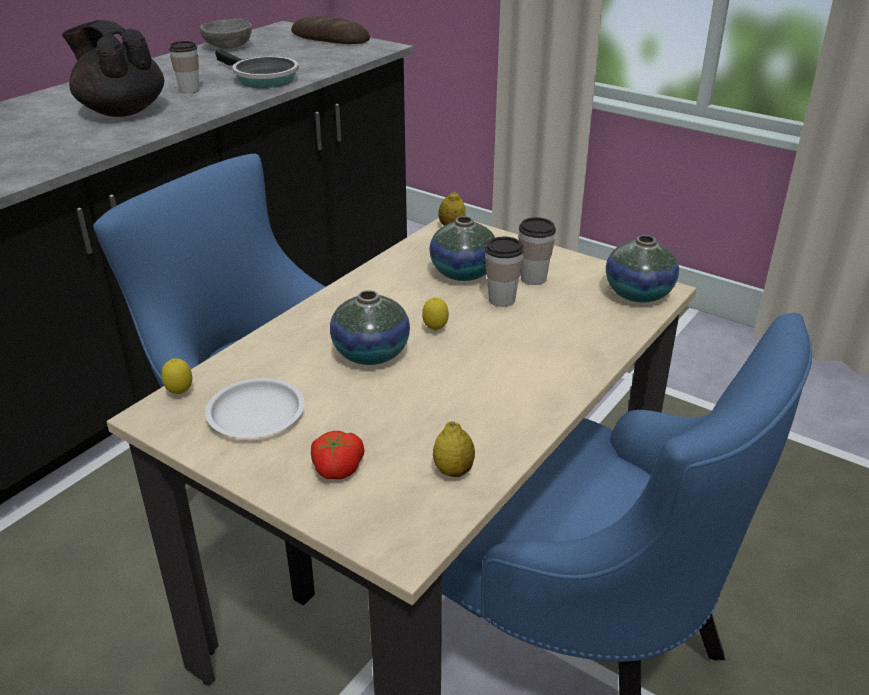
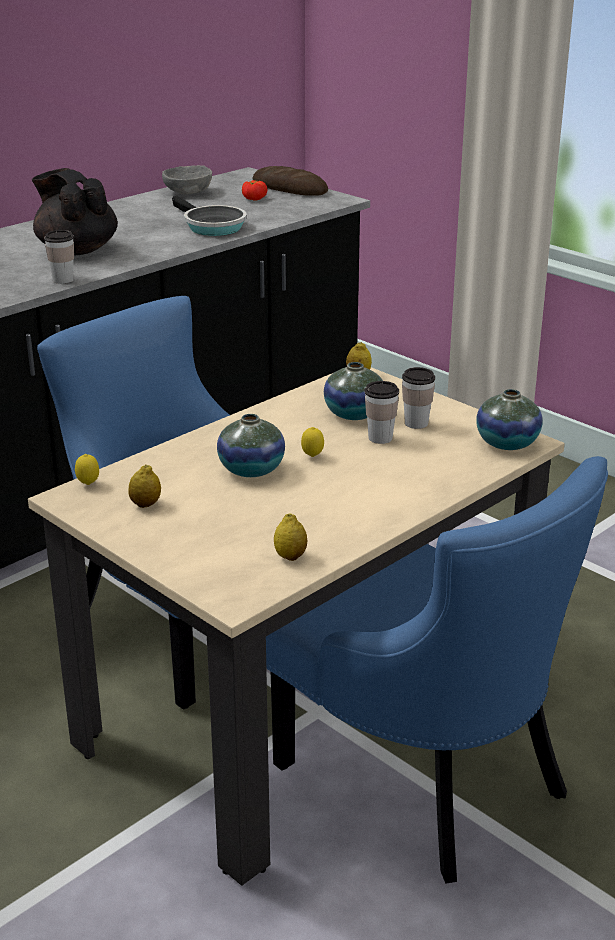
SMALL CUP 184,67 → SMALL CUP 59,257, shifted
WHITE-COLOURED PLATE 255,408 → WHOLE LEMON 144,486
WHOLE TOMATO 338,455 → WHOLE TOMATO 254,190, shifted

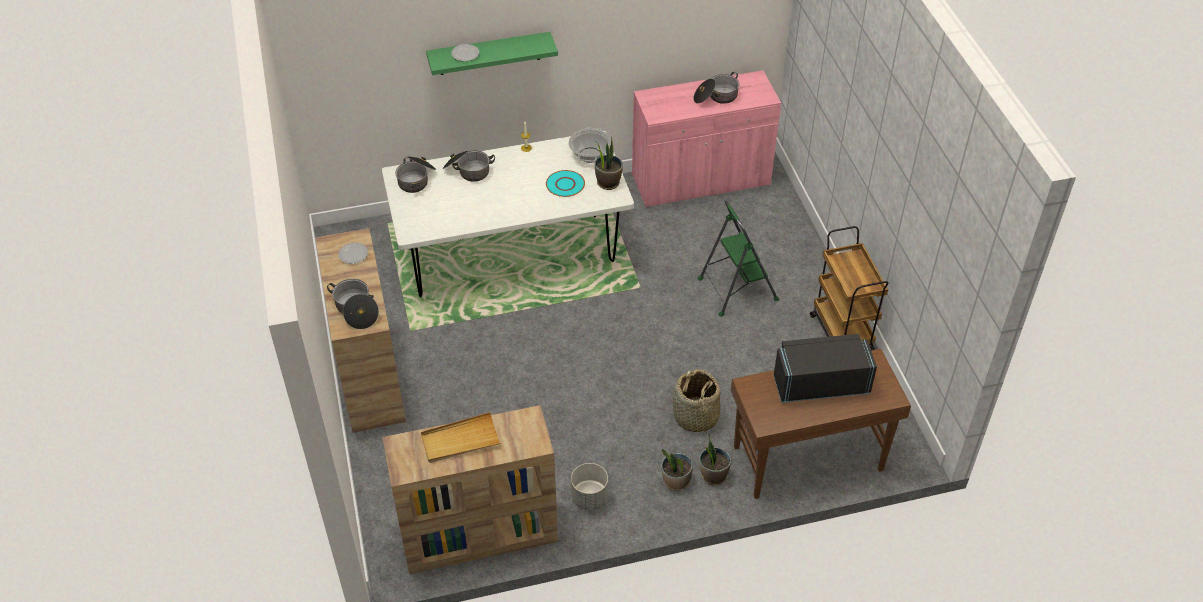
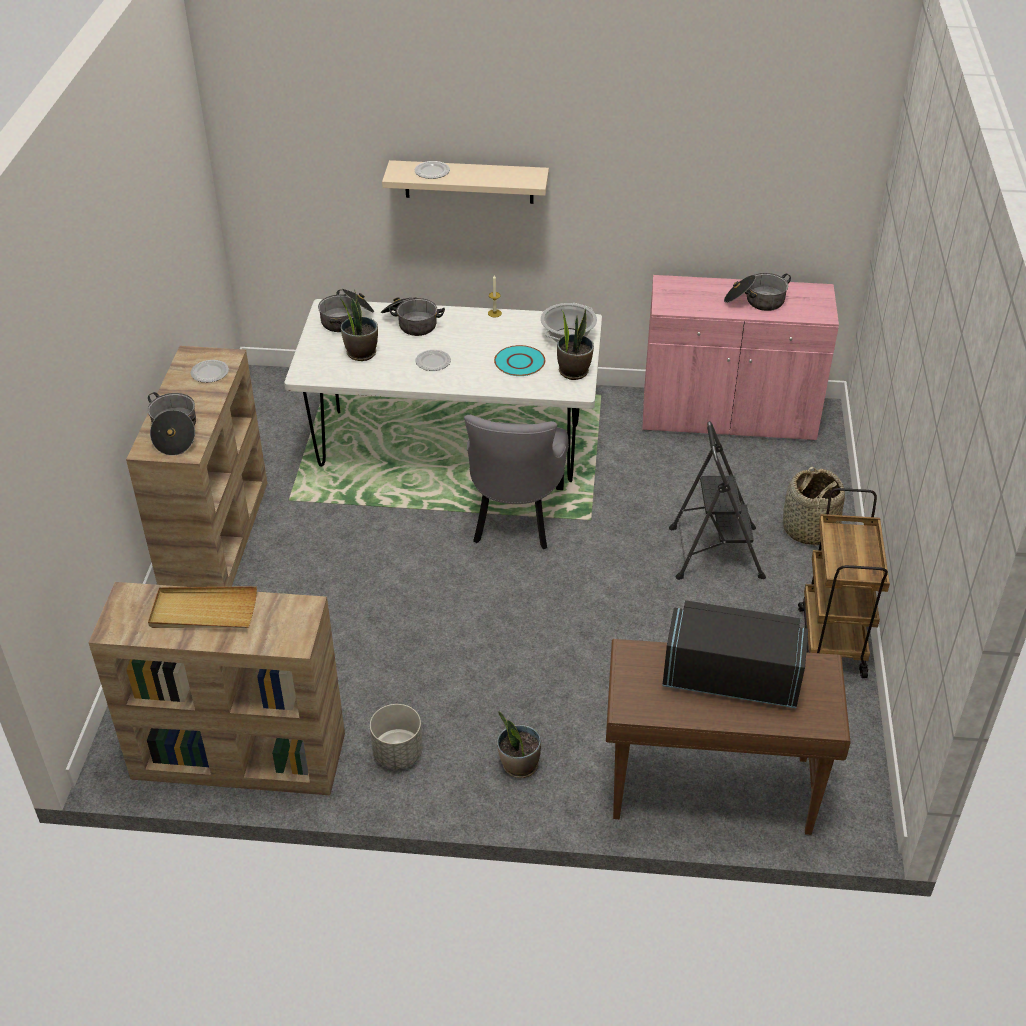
GREENISH BRACKET SHELF 492,53 → BEIGE-COLOURED BRACKET SHELF 465,182
GREENISH STEPLADDER 738,259 → BLACK-COLOURED STEPLADDER 717,500
STORAGE BASKET 696,401 → STORAGE BASKET 814,507, shifted
HOUSEPLANT 715,459 → HOUSEPLANT 358,325, shifted
- → PLATE 433,360
- → GREYISH CHAIR 516,482

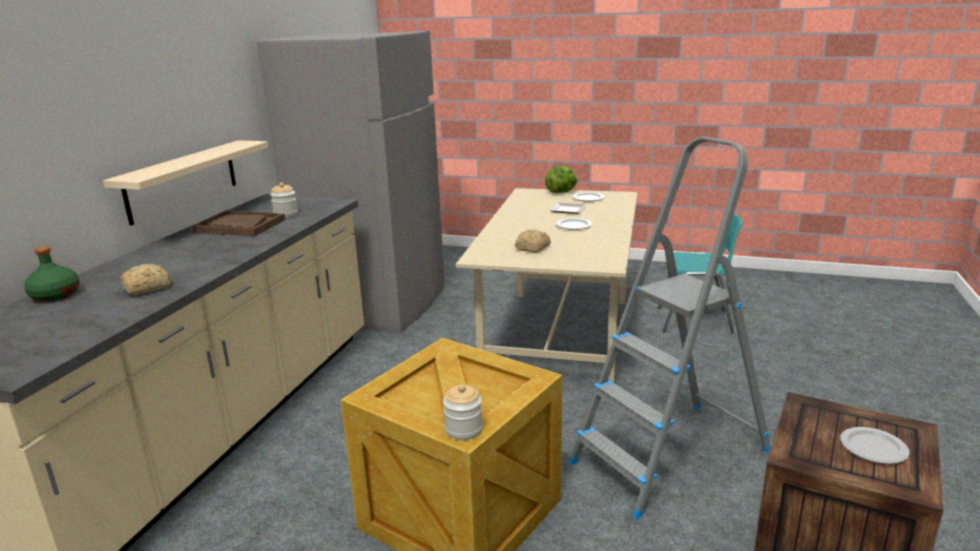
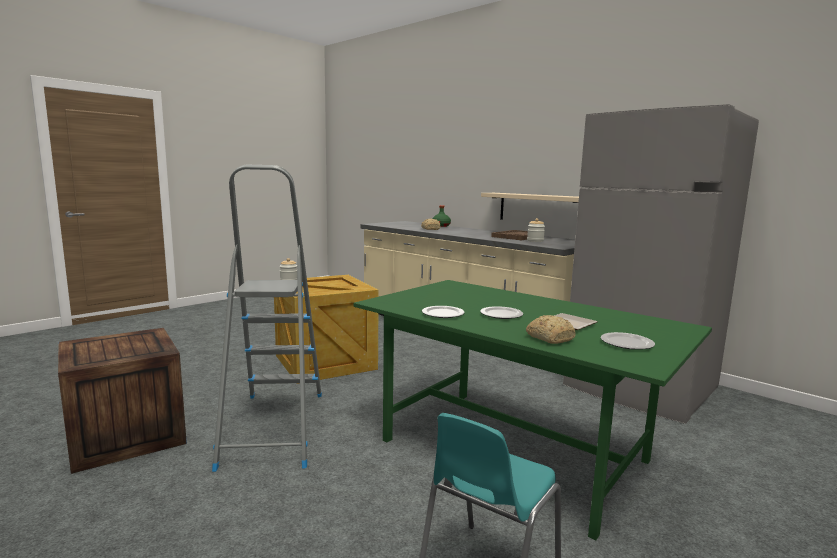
LETTUCE 561,179 → -
BEIGE-COLOURED KITCHEN TABLE 547,285 → GREENISH KITCHEN TABLE 533,410
BREAD 533,241 → BREAD 551,329, shifted
PLATE 875,445 → PLATE 443,312, shifted

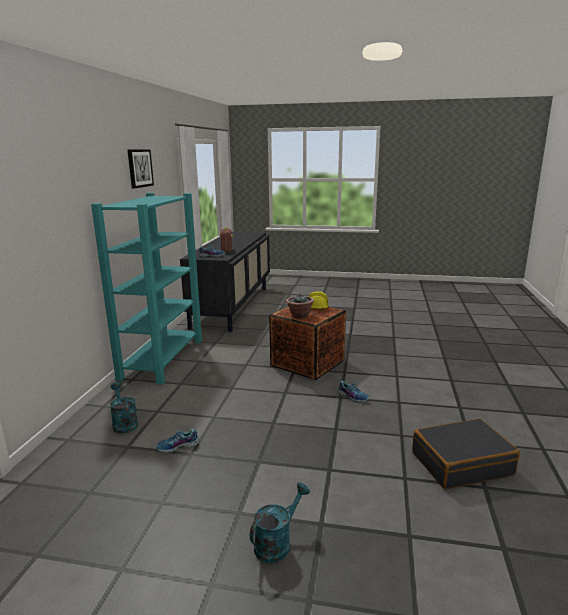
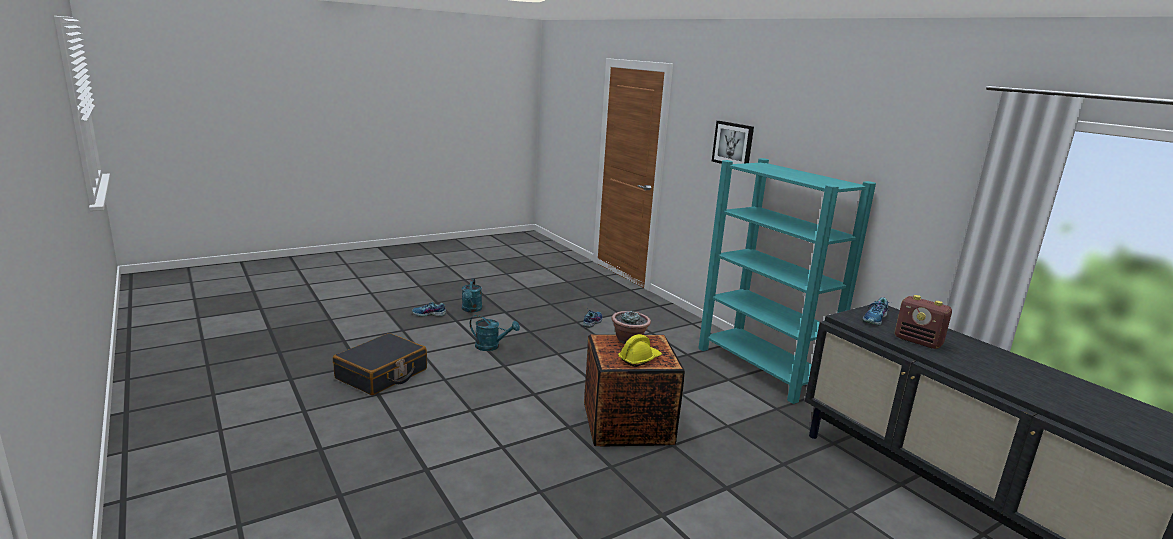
WALL ART 141,169 → WALL ART 733,142, shifted
ITEM OF FOOTWEAR 353,392 → ITEM OF FOOTWEAR 429,309, shifted
BLUE-GREEN SPRINKLING CAN 124,407 → BLUE-GREEN SPRINKLING CAN 495,333, shifted

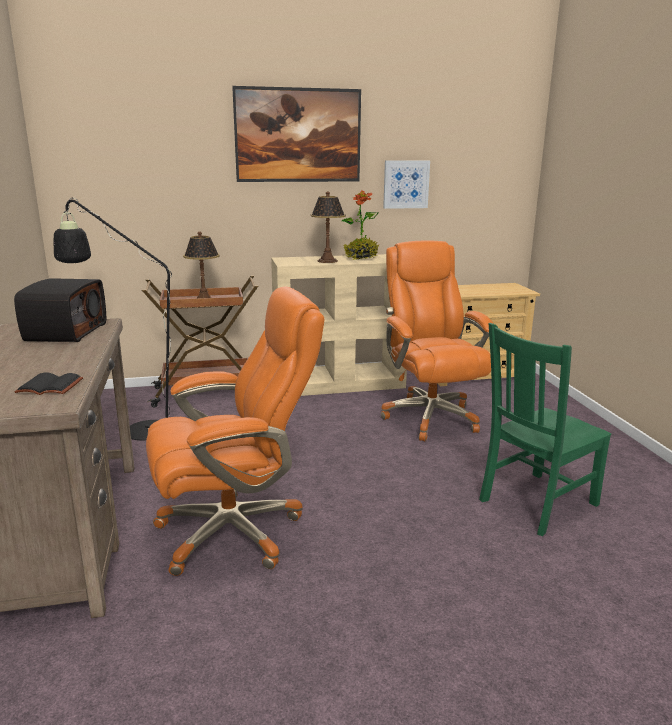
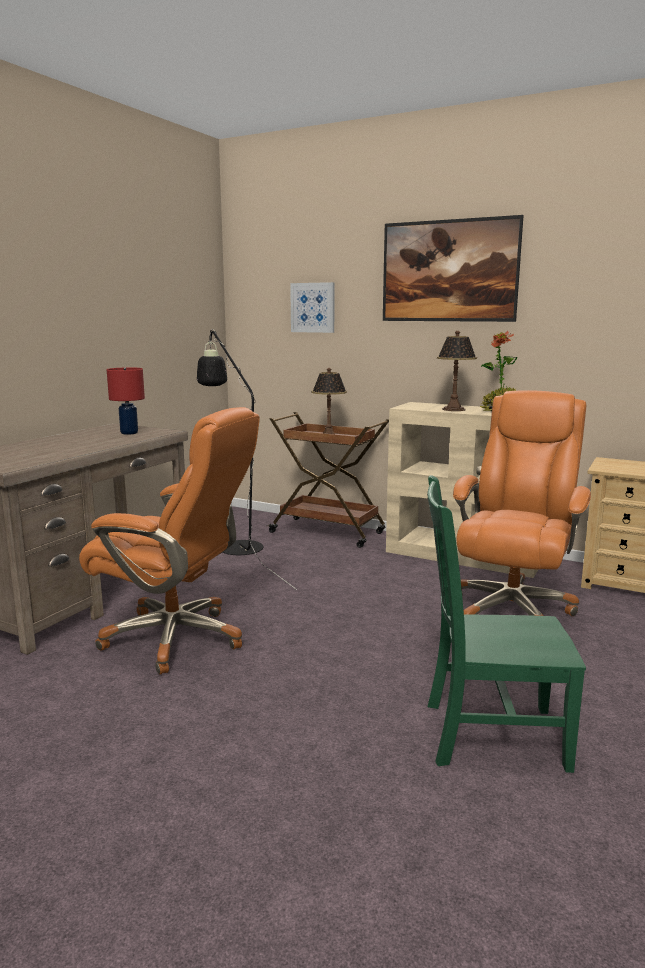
WALL ART 406,184 → WALL ART 312,307, shifted
RADIO SET 60,310 → REDDISH LAMP FOR A TABLE 126,401
BLACK-COLOURED BOOK 48,383 → -

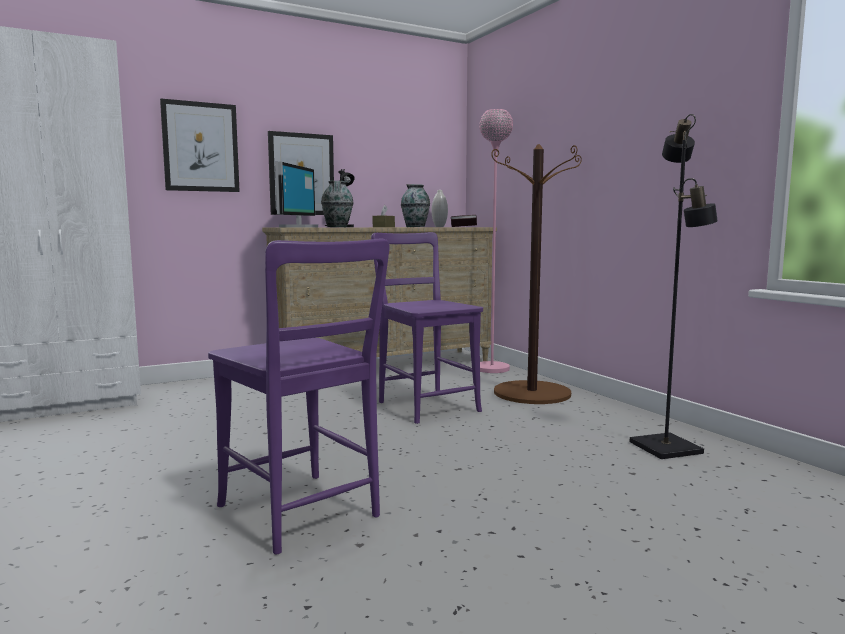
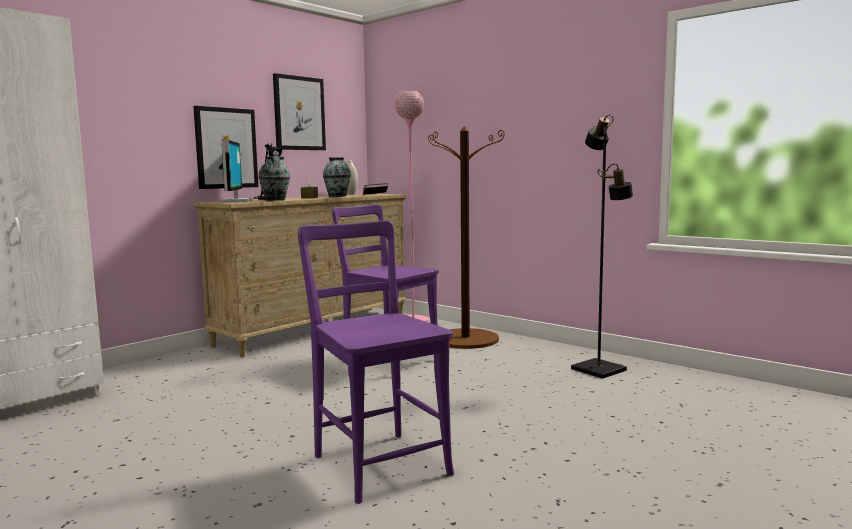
WALL ART 200,145 → WALL ART 299,111, shifted
PURPLE CHAIR 299,396 → PURPLE CHAIR 376,362, 150 degrees counterclockwise

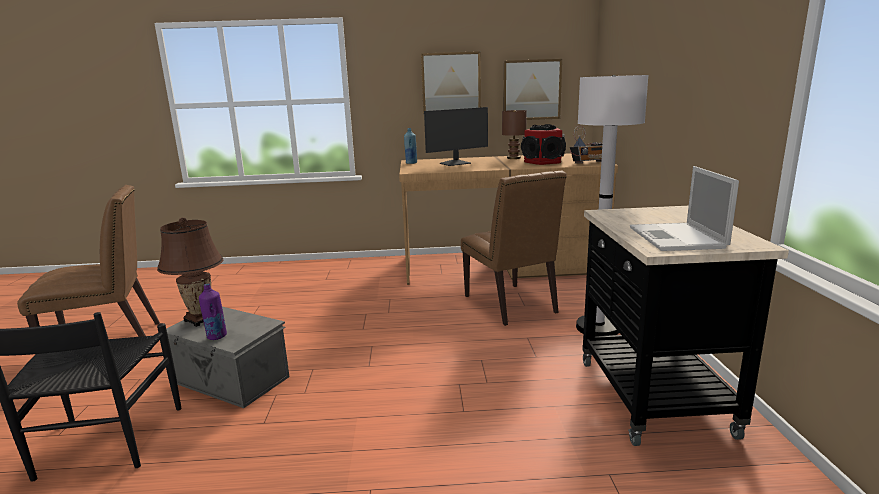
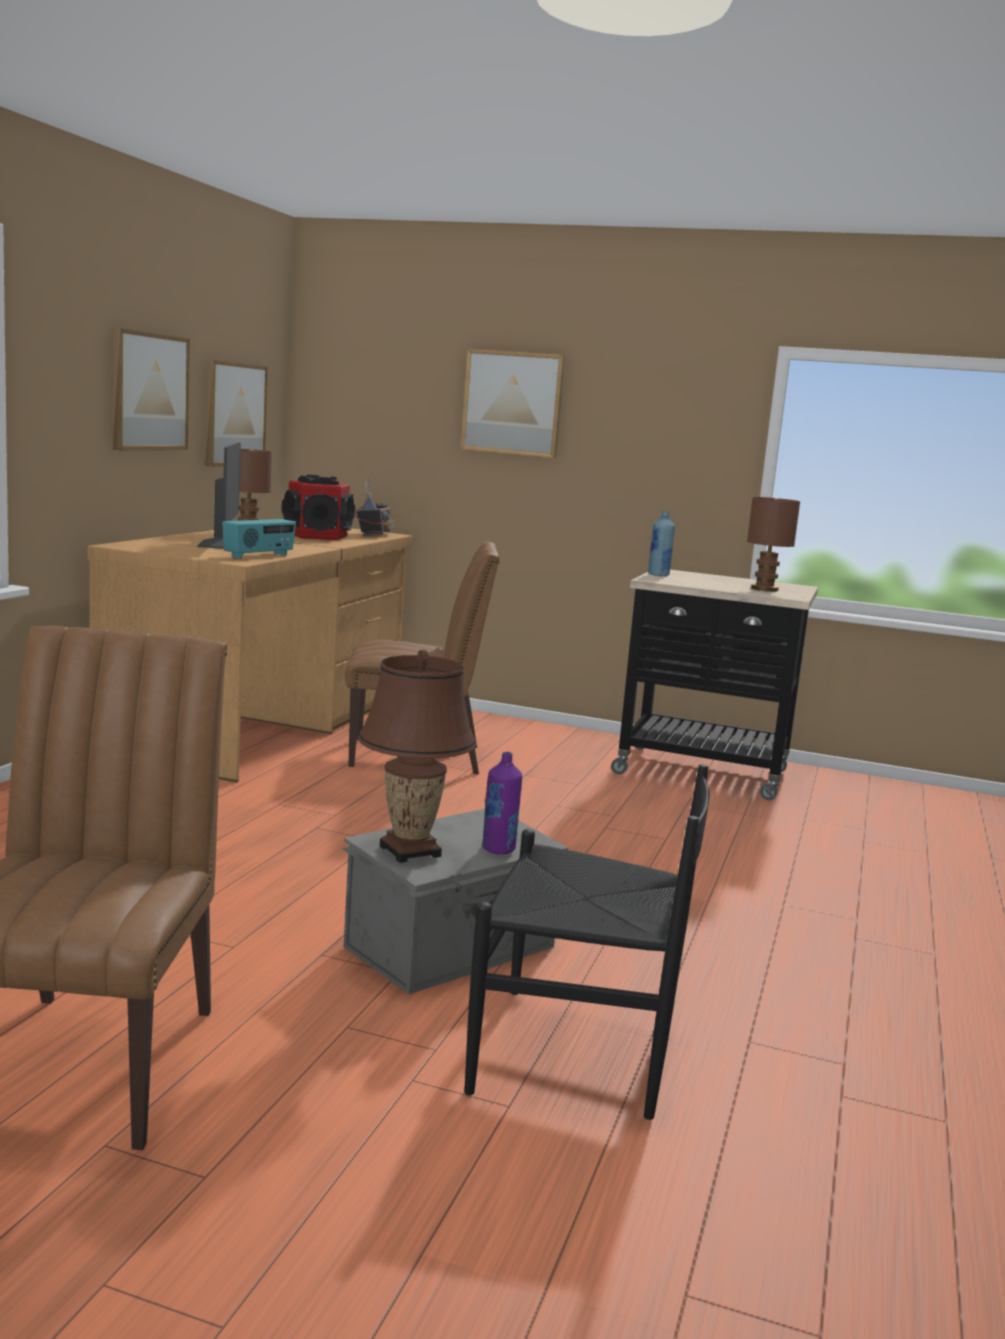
WHITE-COLOURED FLOOR LAMP 612,205 → -
BLUE DRINK BOTTLE 410,146 → BLUE DRINK BOTTLE 661,543, shifted
NOTEBOOK COMPUTER 684,208 → BROWN LAMP FOR A TABLE 773,544
- → WALL ART 513,403
- → RADIO SET 259,539

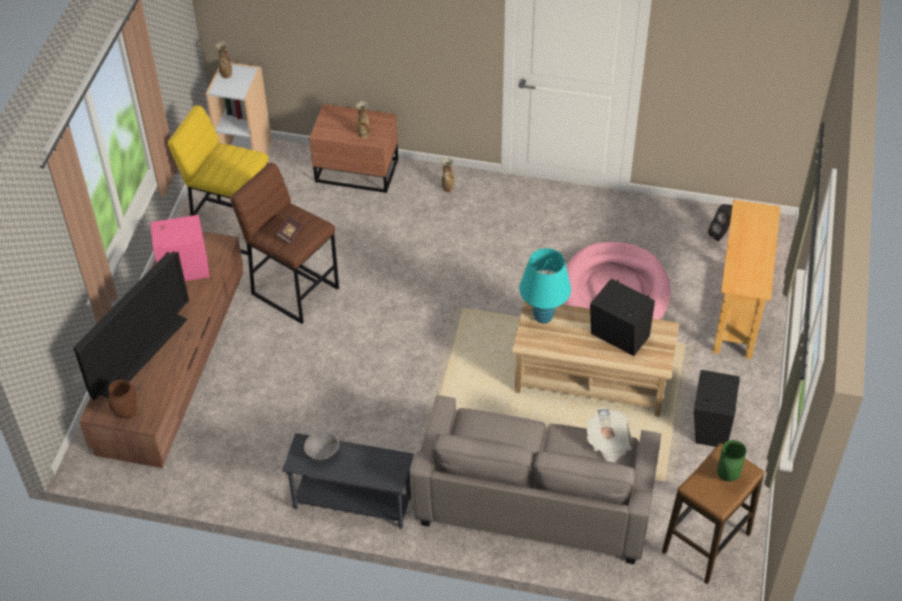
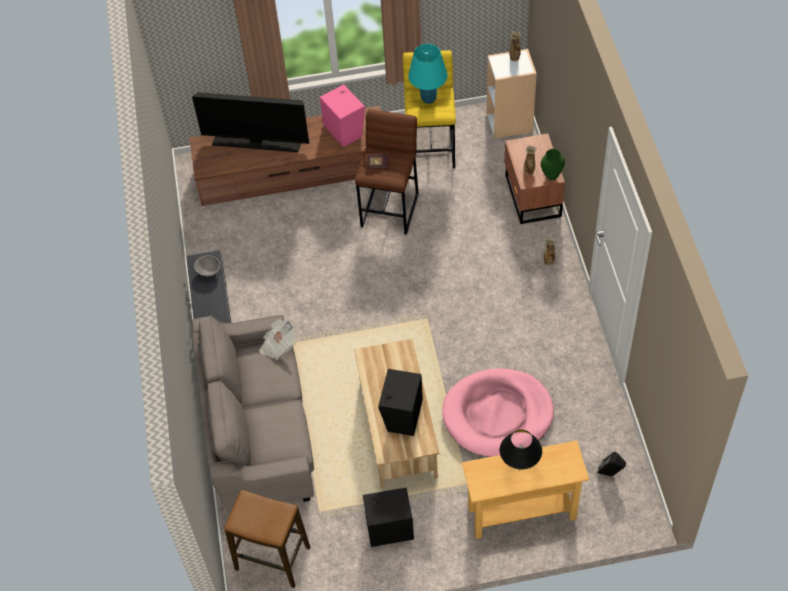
BLUE-GREEN LAMP FOR A TABLE 545,286 → BLUE-GREEN LAMP FOR A TABLE 428,74, shifted
BROWN FLOWER VASE 122,399 → -
NEWSPAPER 609,435 → NEWSPAPER 278,339, shifted
GREENISH FLOWER VASE 731,461 → GREENISH FLOWER VASE 553,165, shifted
- → BLACK-COLOURED LAMP FOR A TABLE 521,451

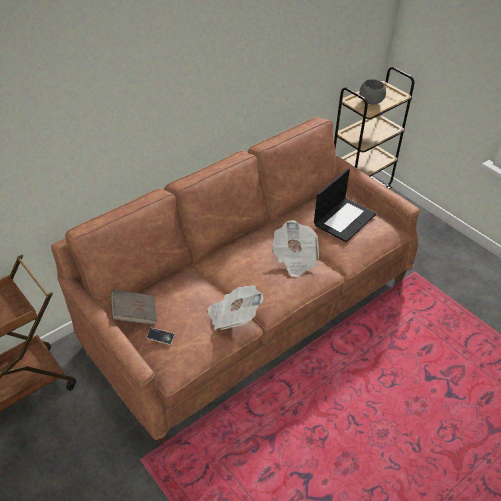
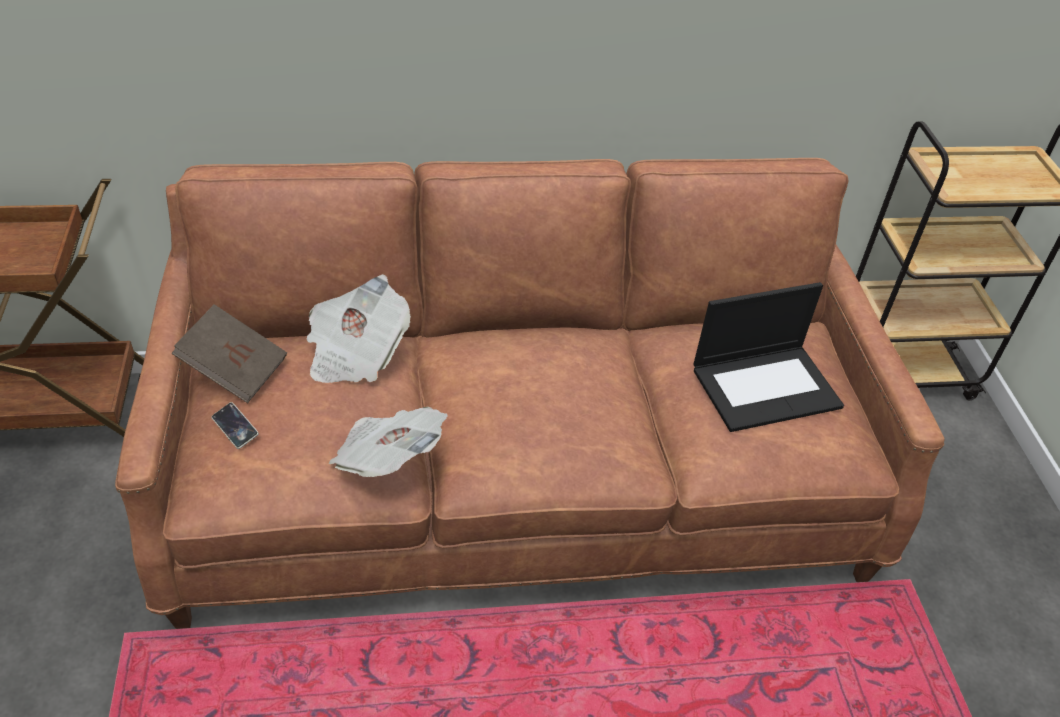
GREYISH DEEP DISH 372,92 → -
NEWSPAPER 295,248 → NEWSPAPER 358,328, shifted

